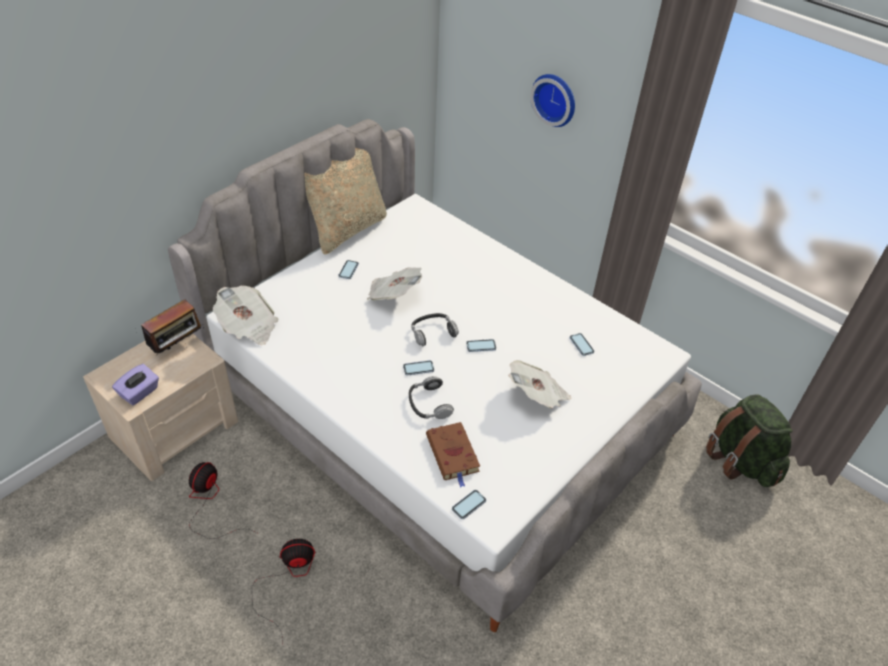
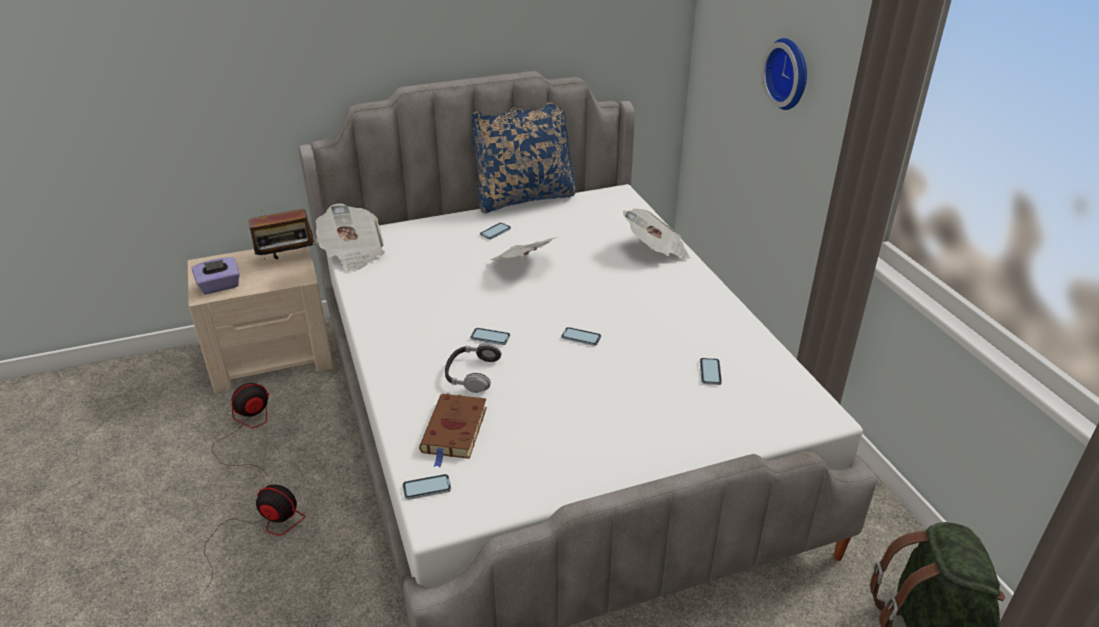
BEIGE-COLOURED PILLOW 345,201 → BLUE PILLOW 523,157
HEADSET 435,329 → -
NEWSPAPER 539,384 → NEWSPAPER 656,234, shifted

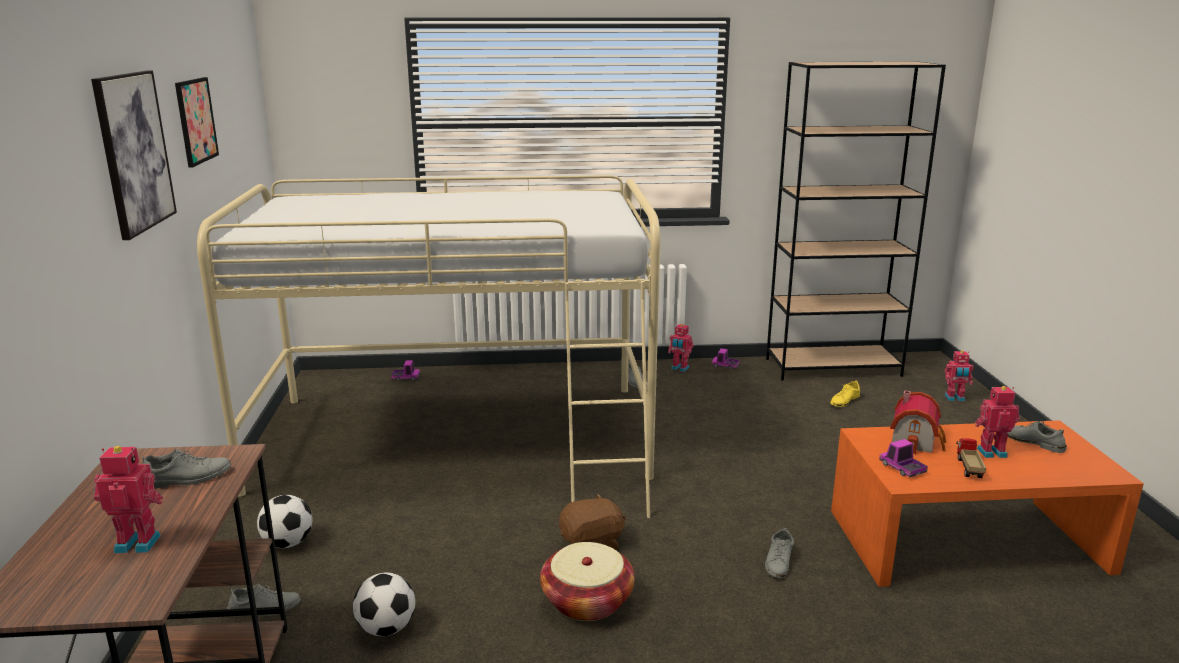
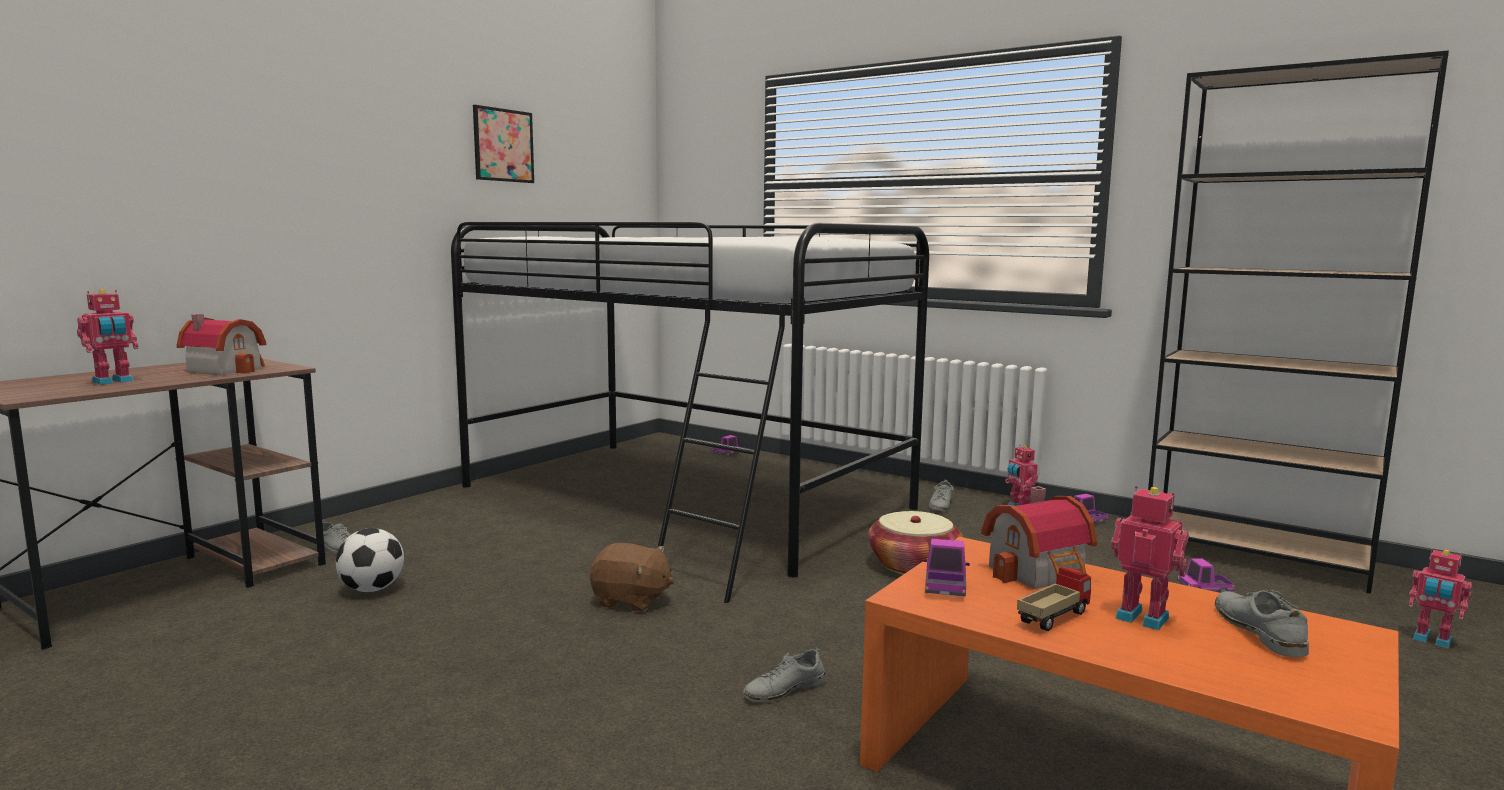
WALL ART 134,155 → -
BEIGE-COLOURED BED 428,346 → BLACK-COLOURED BED 690,412
YELLOW ITEM OF FOOTWEAR 845,393 → TOY LORRY 1206,576
TOY ROBOT 128,499 → TOY ROBOT 108,337, 90 degrees clockwise
GREYISH ITEM OF FOOTWEAR 186,469 → MODEL HOUSE 221,344
FOOTBALL 284,521 → -
STORAGE BASKET 587,581 → STORAGE BASKET 915,543, shifted

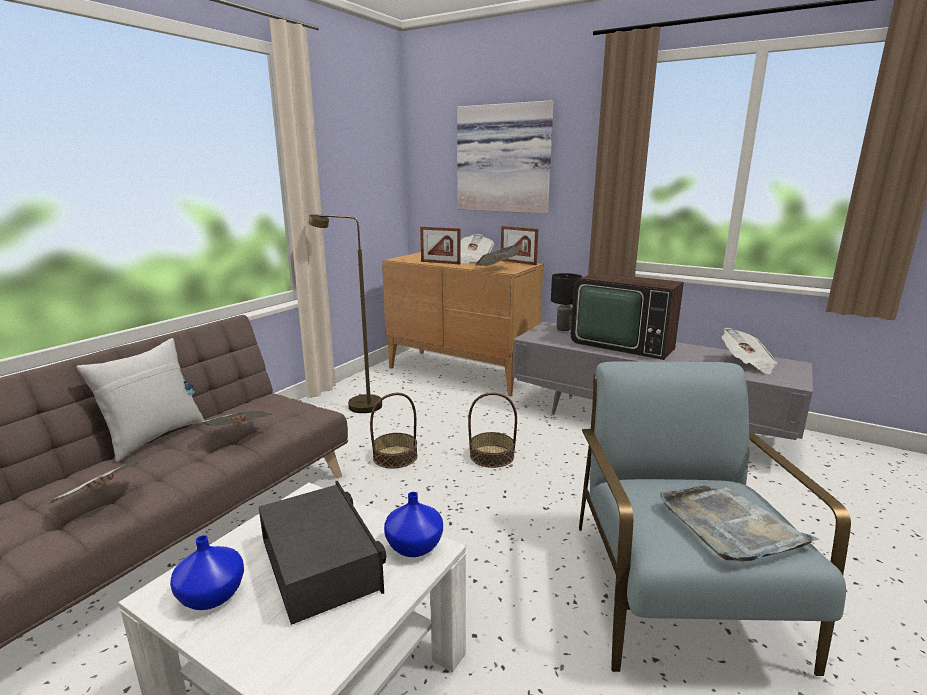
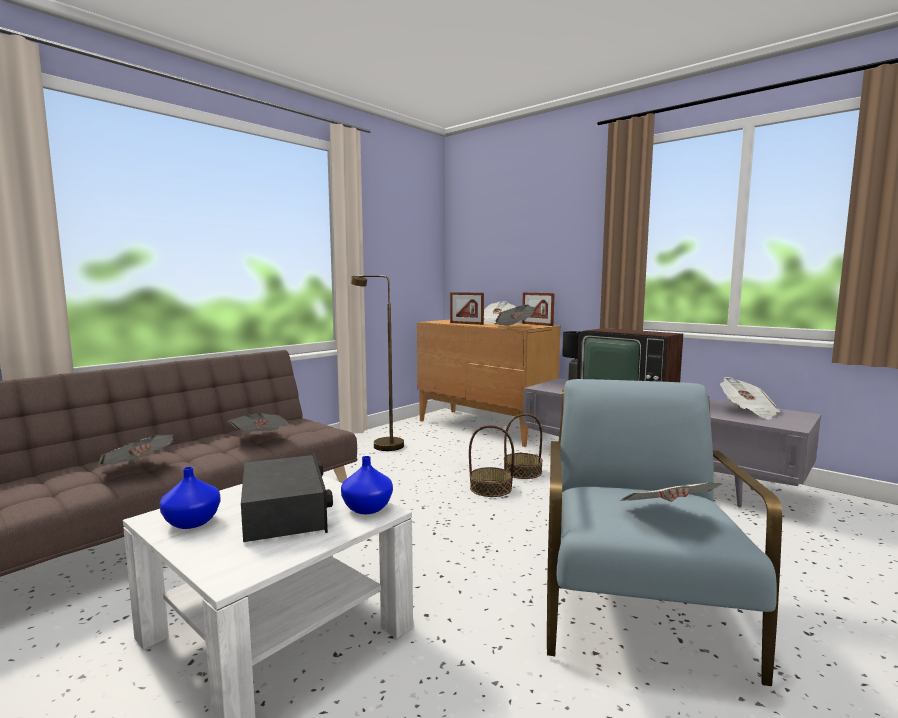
WALL ART 505,157 → -
GREYISH PILLOW 140,400 → -
STORAGE BASKET 394,430 → STORAGE BASKET 523,446, shifted
GREYISH CARRYING TRAY 740,523 → NEWSPAPER 671,492

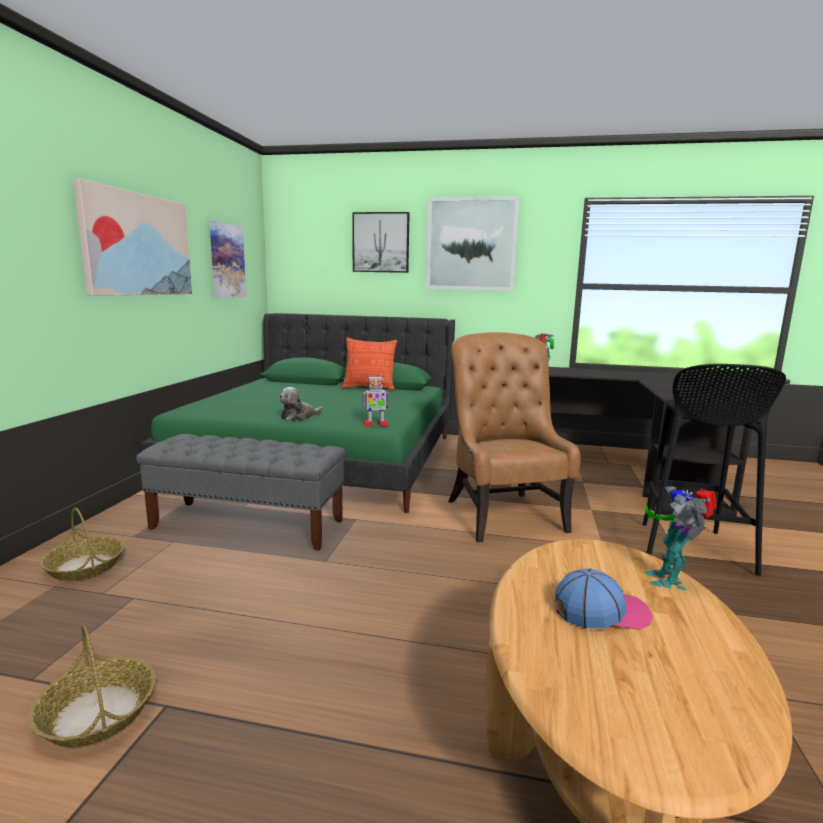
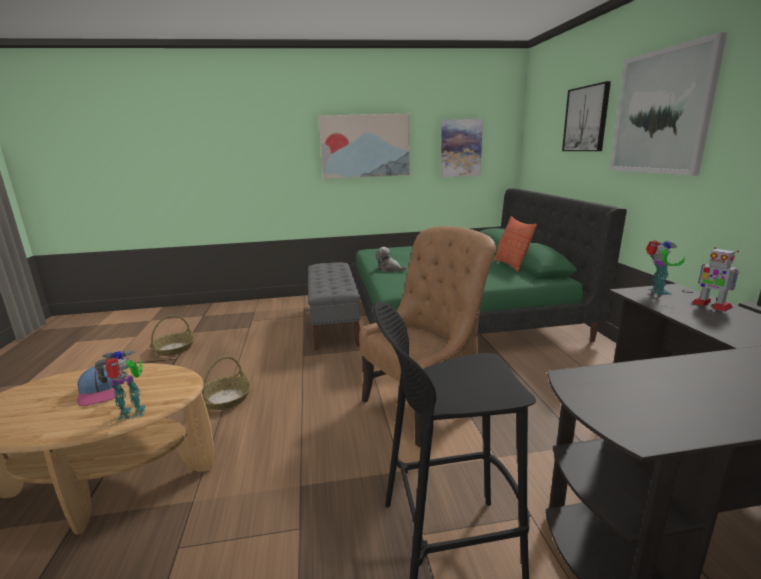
TOY ROBOT 375,401 → TOY ROBOT 715,279, shifted
STORAGE BASKET 82,544 → STORAGE BASKET 226,383, shifted

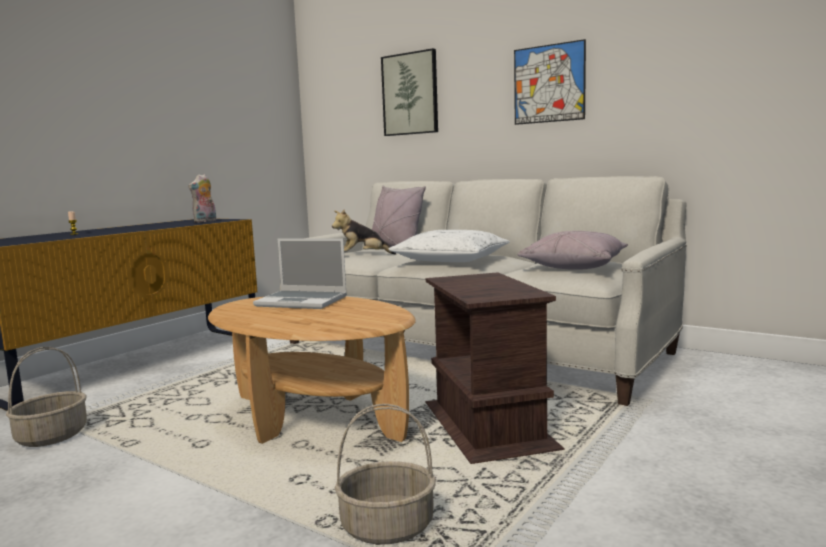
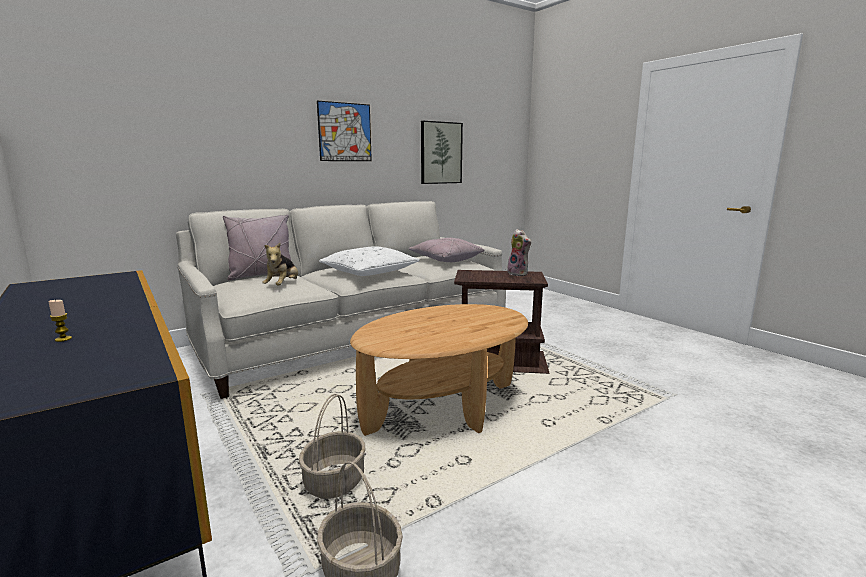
WALL ART 409,92 → WALL ART 442,152, shifted
PLUSH TOY 202,198 → PLUSH TOY 519,252, shifted
NOTEBOOK COMPUTER 300,273 → -
STORAGE BASKET 385,474 → STORAGE BASKET 332,446, shifted

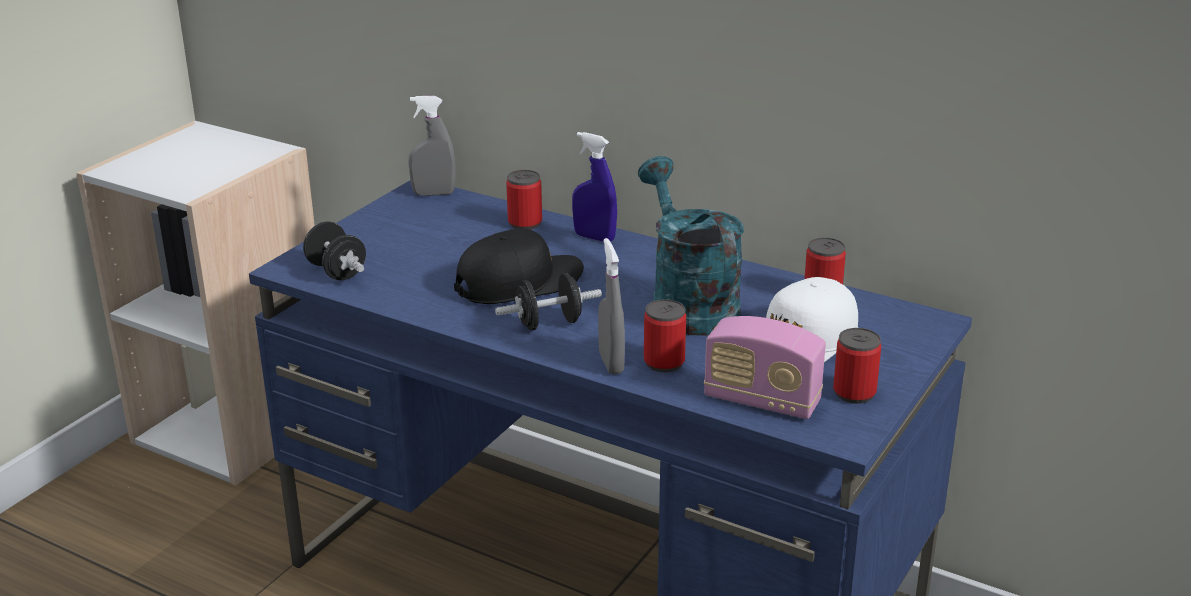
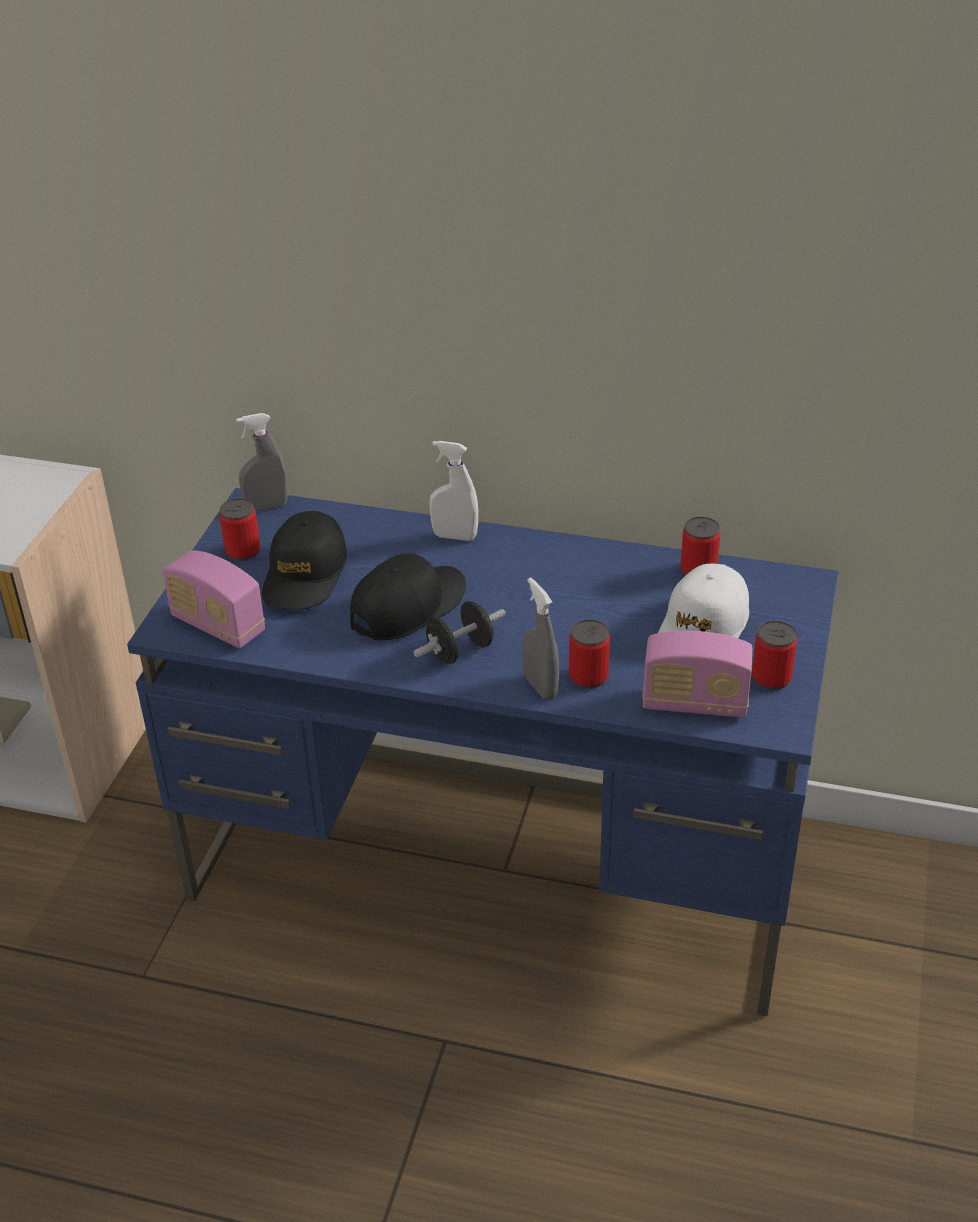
BLUE SPRAYER 594,187 → WHITE-COLOURED SPRAYER 453,491
BLUE-GREEN SPRINKLING CAN 691,246 → -
CAN 524,200 → CAN 239,529, shifted
BLACK-COLOURED DUMBBELL 334,251 → RADIO SET 214,599
- → BLACK-COLOURED BASEBALL CAP 304,560

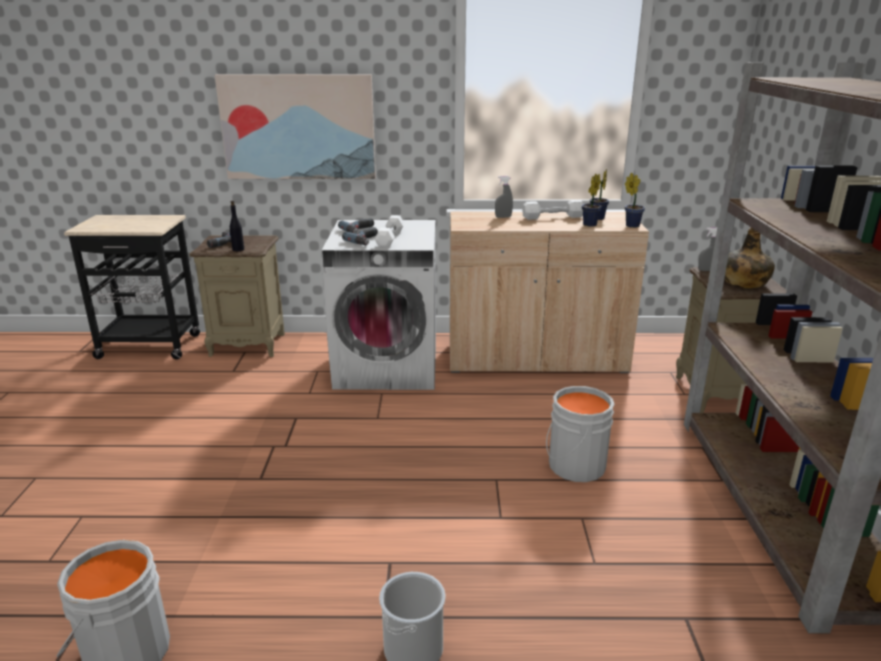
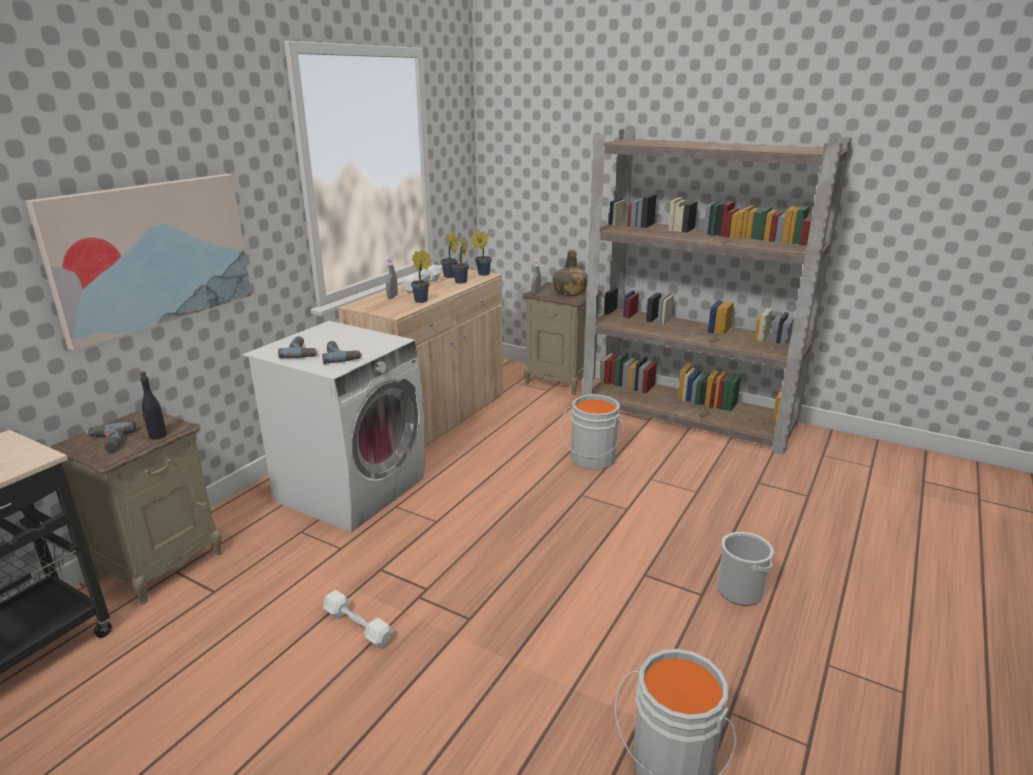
WHITE-COLOURED DUMBBELL 389,231 → WHITE-COLOURED DUMBBELL 358,619, shifted
- → HOUSEPLANT 421,276

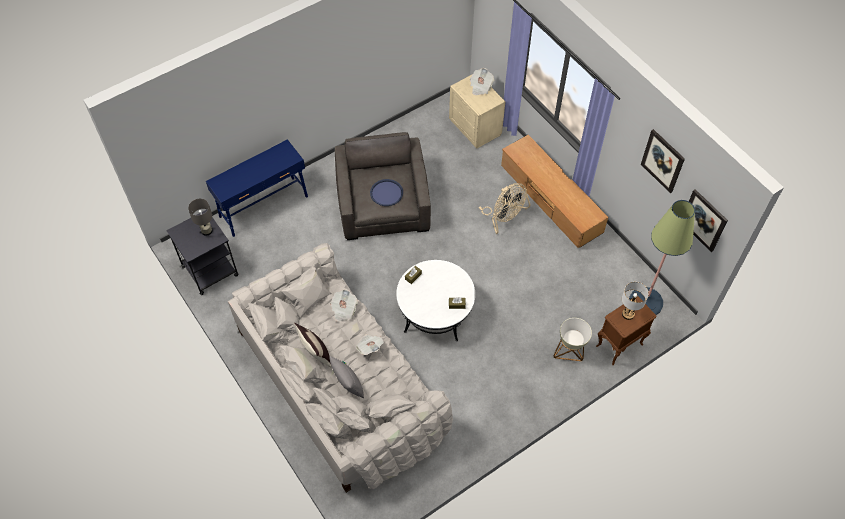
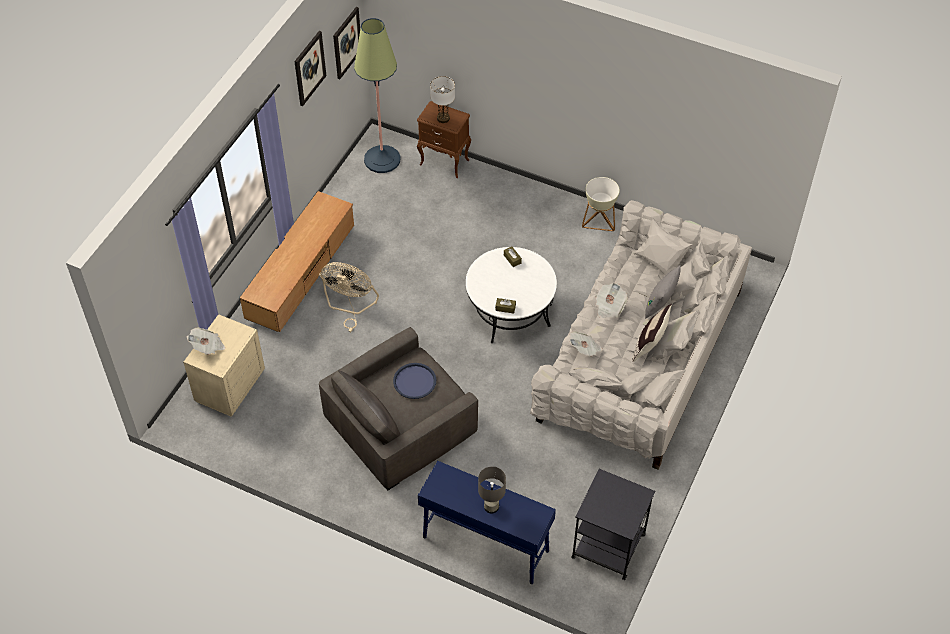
GREYISH LAMP FOR A TABLE 200,217 → GREYISH LAMP FOR A TABLE 492,490, shifted
FLOWER POT 573,339 → FLOWER POT 601,204, shifted

